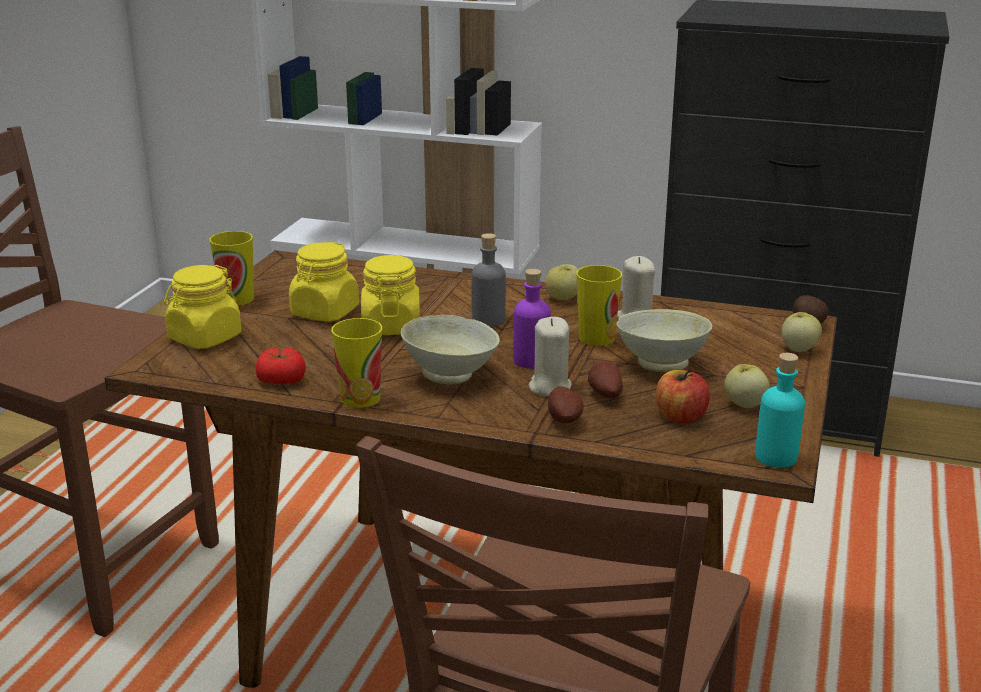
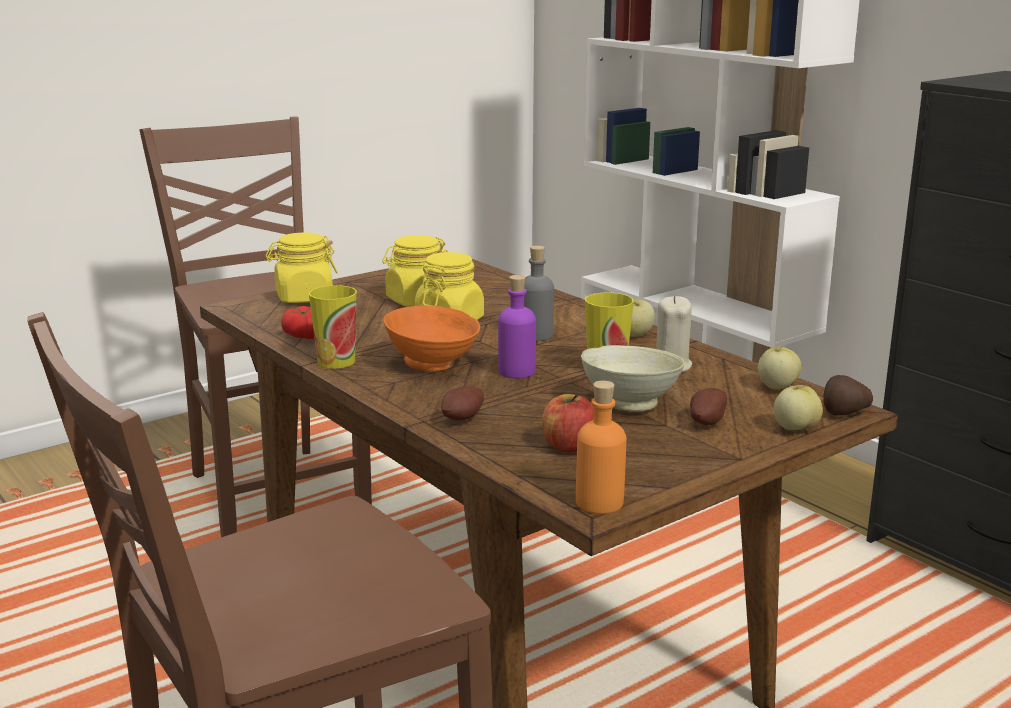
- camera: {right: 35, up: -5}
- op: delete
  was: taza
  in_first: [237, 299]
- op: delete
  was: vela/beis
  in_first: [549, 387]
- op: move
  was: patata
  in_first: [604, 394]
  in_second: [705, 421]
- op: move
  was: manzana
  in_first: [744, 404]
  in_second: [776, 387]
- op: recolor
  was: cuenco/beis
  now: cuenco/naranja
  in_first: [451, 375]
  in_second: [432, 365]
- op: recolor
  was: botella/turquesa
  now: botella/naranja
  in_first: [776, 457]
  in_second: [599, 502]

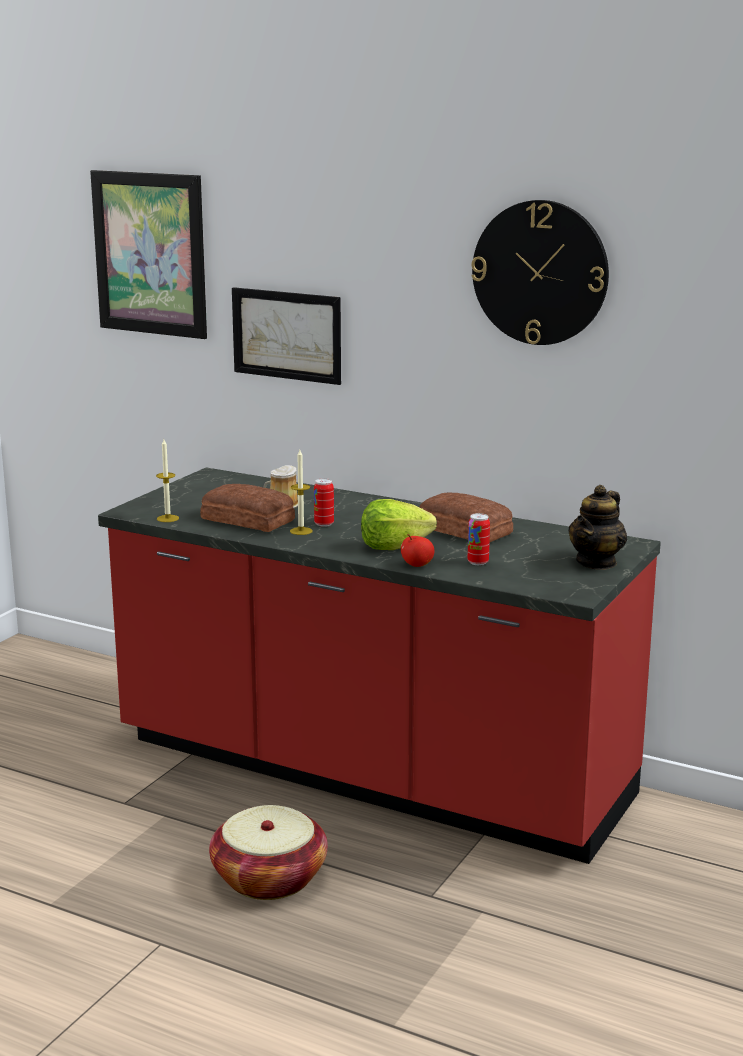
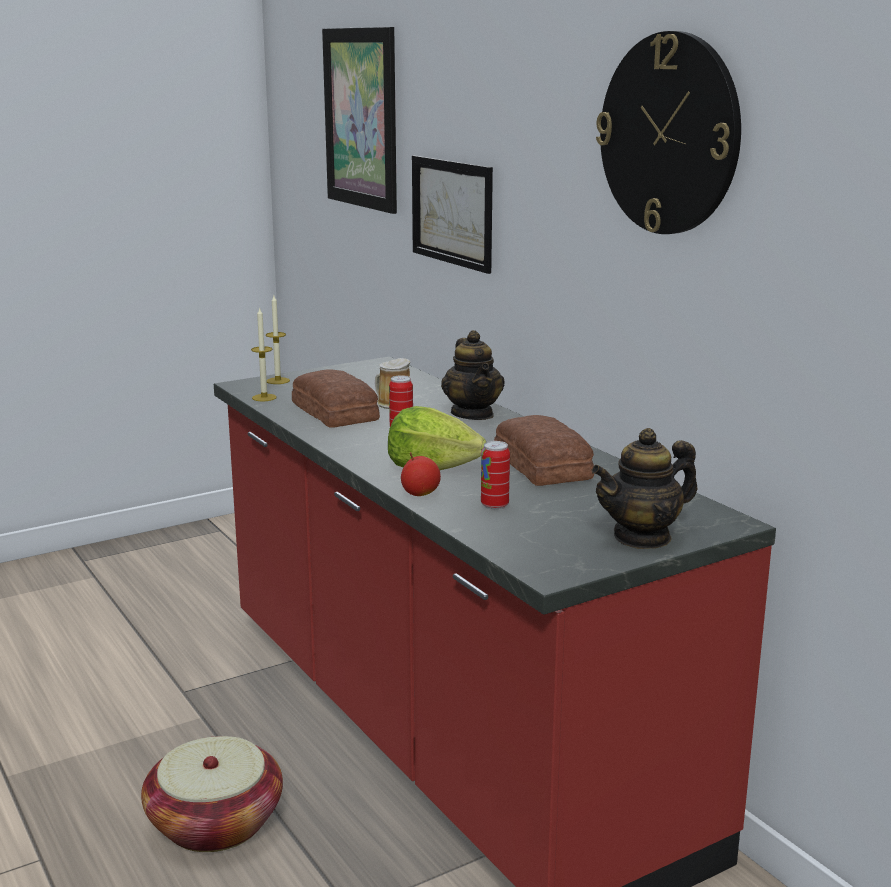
- camera: {right: 30, up: 0}
- op: insert
  now: tetera
  in_second: [473, 414]
- op: move
  was: vela
  in_first: [301, 531]
  in_second: [278, 381]

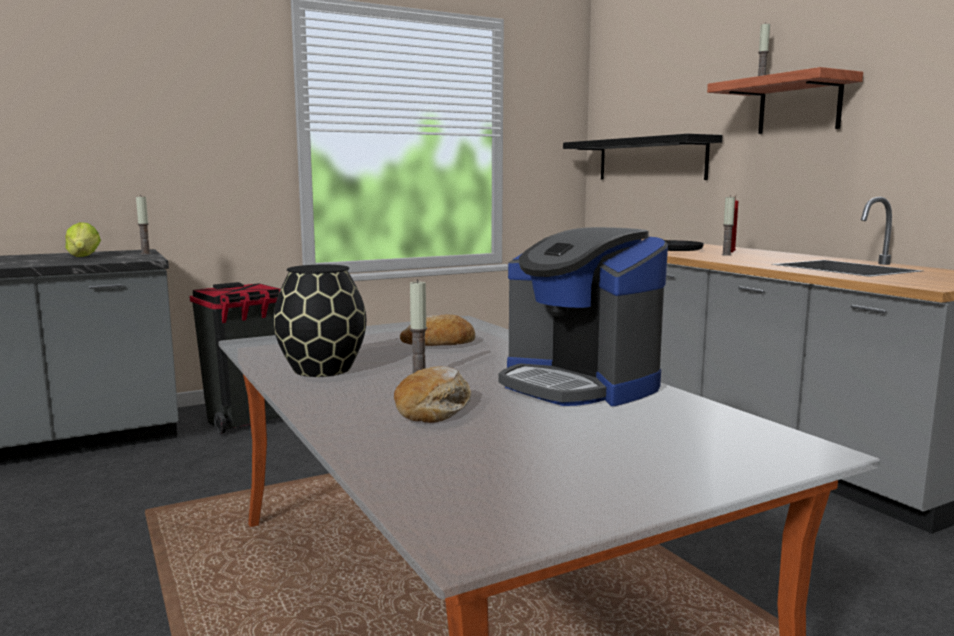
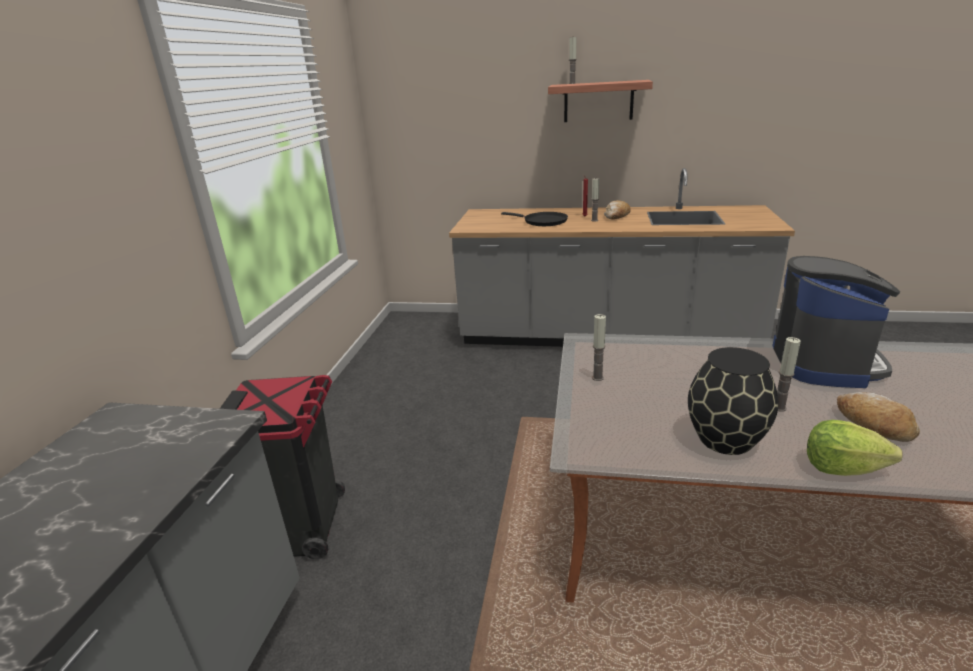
- camera: {right: -50, up: 15}
- op: delete
  was: estante/negro
  in_first: [650, 159]
- op: move
  was: lechuga
  in_first: [84, 257]
  in_second: [842, 468]
- op: move
  was: vela
  in_first: [145, 253]
  in_second: [597, 378]
- op: move
  was: pan
  in_first: [439, 344]
  in_second: [616, 216]
- op: rotate
  was: cafetera
  in_first: [579, 384]
  in_second: [824, 362]
  clockwise: -75

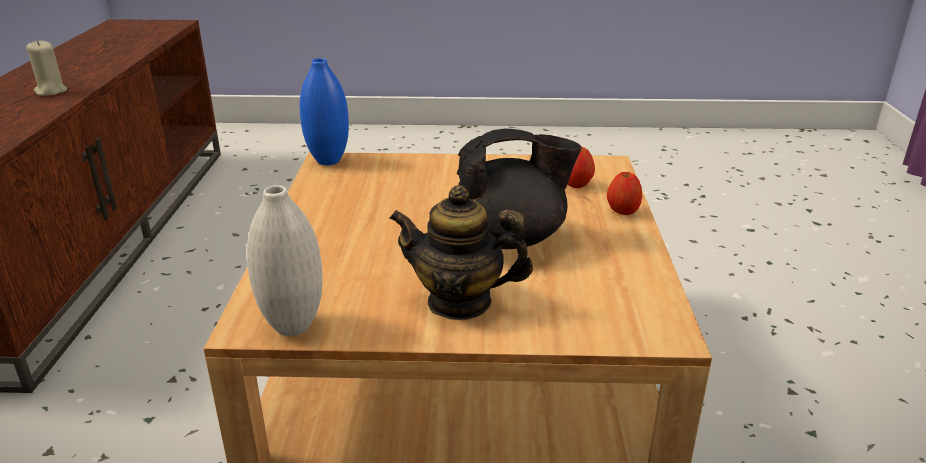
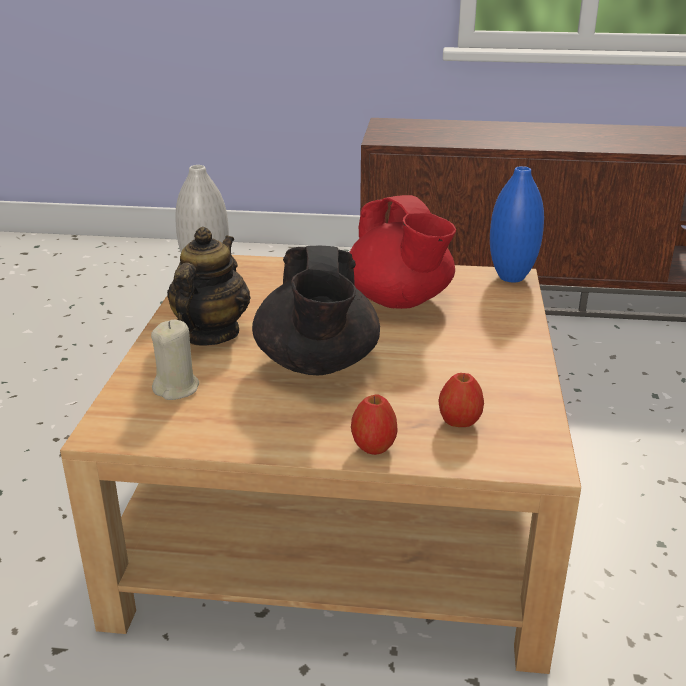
- camera: {right: 95, up: 0}
- op: insert
  now: tetera/rojo
  in_second: [399, 301]
- op: move
  was: vela/beis
  in_first: [51, 91]
  in_second: [177, 388]

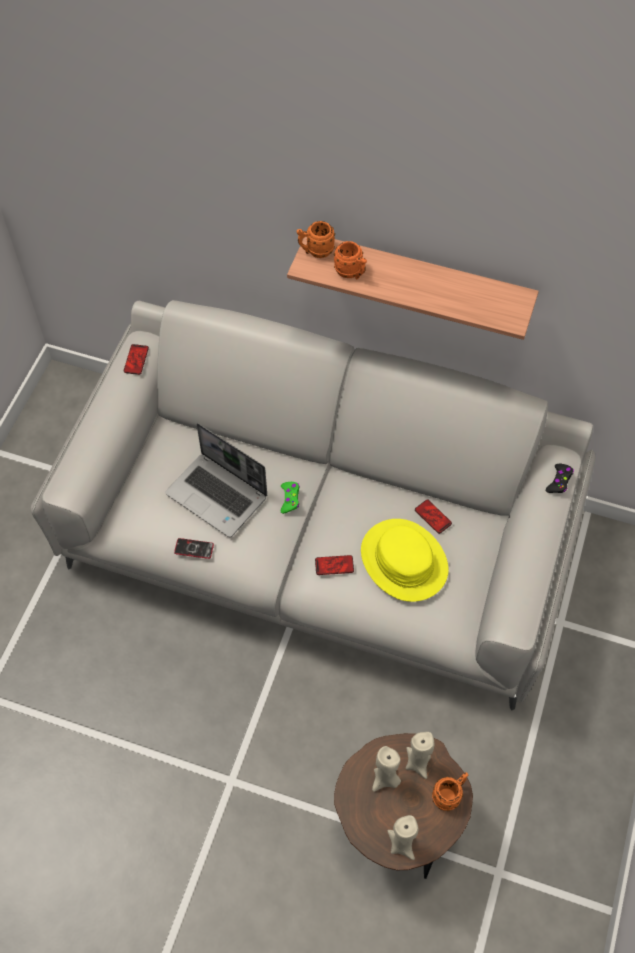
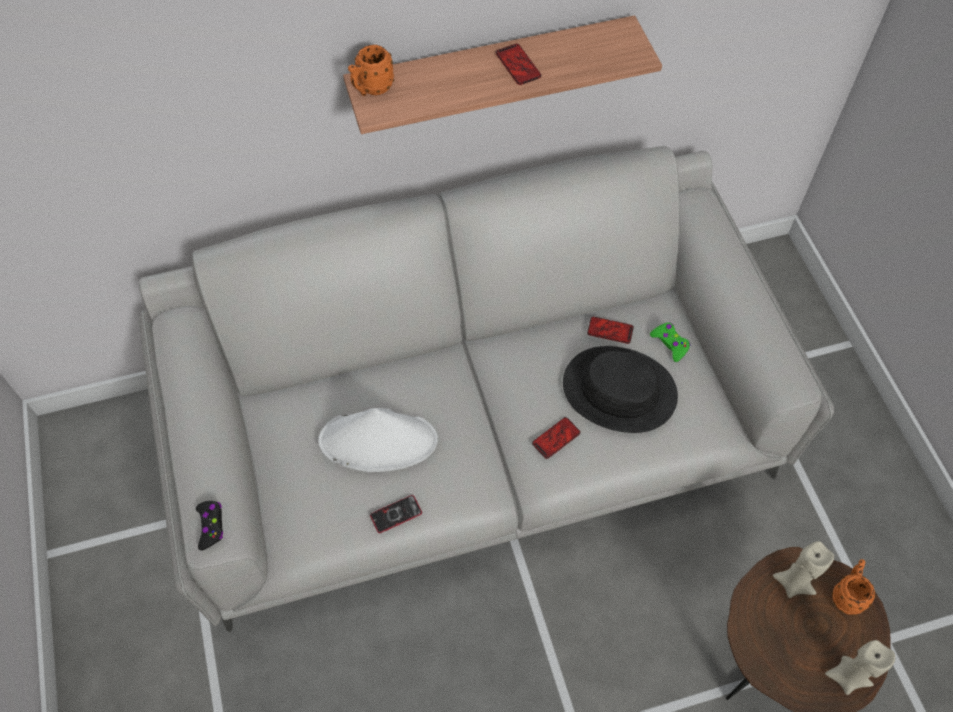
- camera: {right: -35, up: 0}
- op: delete
  was: taza grande/naranja
  in_first: [351, 273]
- op: delete
  was: vela/beis
  in_first: [385, 779]
- op: move
  was: móvil
  in_first: [136, 360]
  in_second: [518, 65]
- op: move
  was: mando de consola/verde
  in_first: [290, 499]
  in_second: [670, 343]
- op: move
  was: mando de consola/negro
  in_first: [559, 481]
  in_second: [211, 526]
- op: replace
  was: portátil
  now: sombrero/blanco
  in_first: [218, 495]
  in_second: [379, 441]
- op: recolor
  was: sombrero/amarillo
  now: sombrero/negro
  in_first: [403, 561]
  in_second: [619, 391]

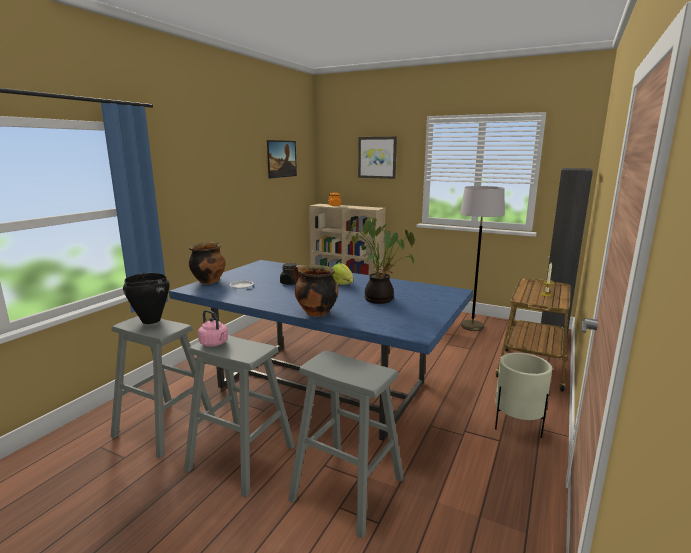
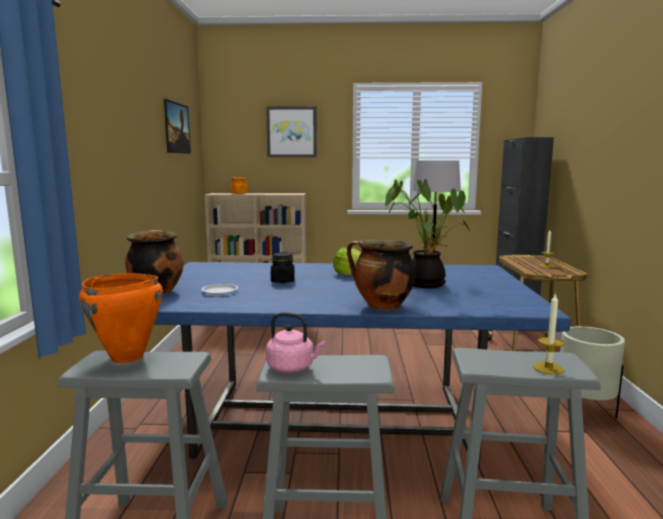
- camera: {right: -25, up: -5}
- op: insert
  now: vela
  in_second: [548, 368]
- op: recolor
  was: olla/negro
  now: olla/naranja
  in_first: [151, 321]
  in_second: [127, 357]

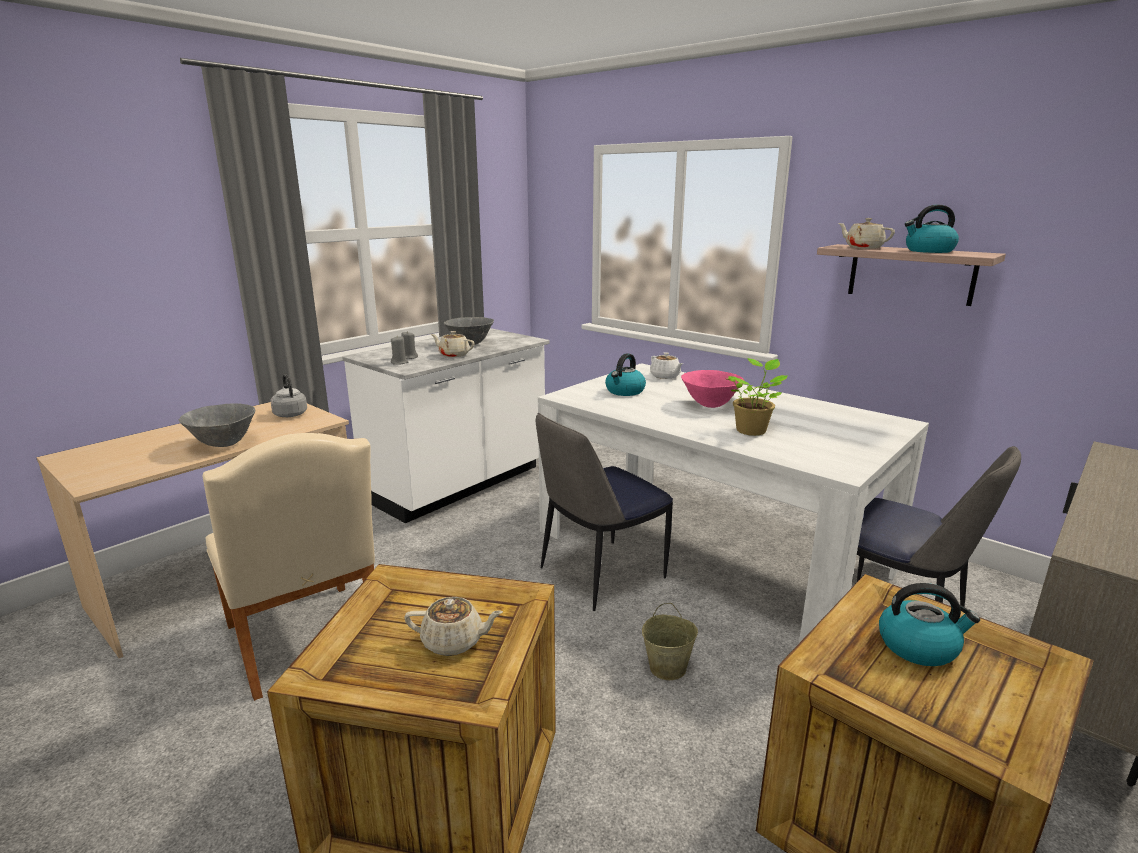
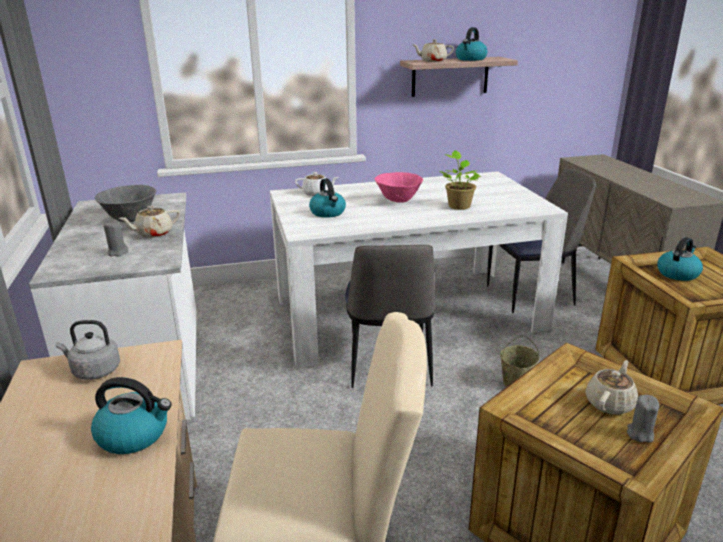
- camera: {right: -55, up: 5}
- op: move
  was: vela/gris
  in_first: [399, 363]
  in_second: [639, 434]
- op: replace
  was: cuenco/gris
  now: hervidor
  in_first: [224, 444]
  in_second: [134, 434]

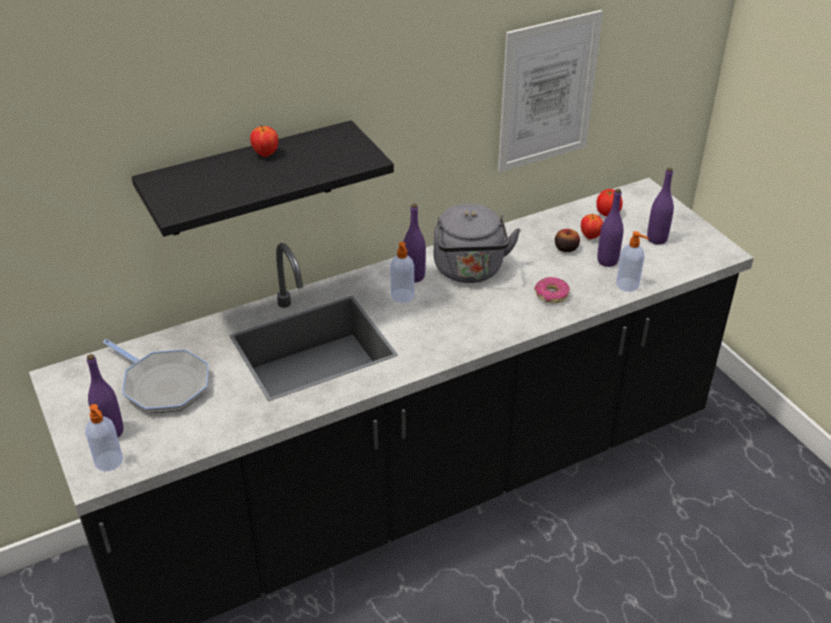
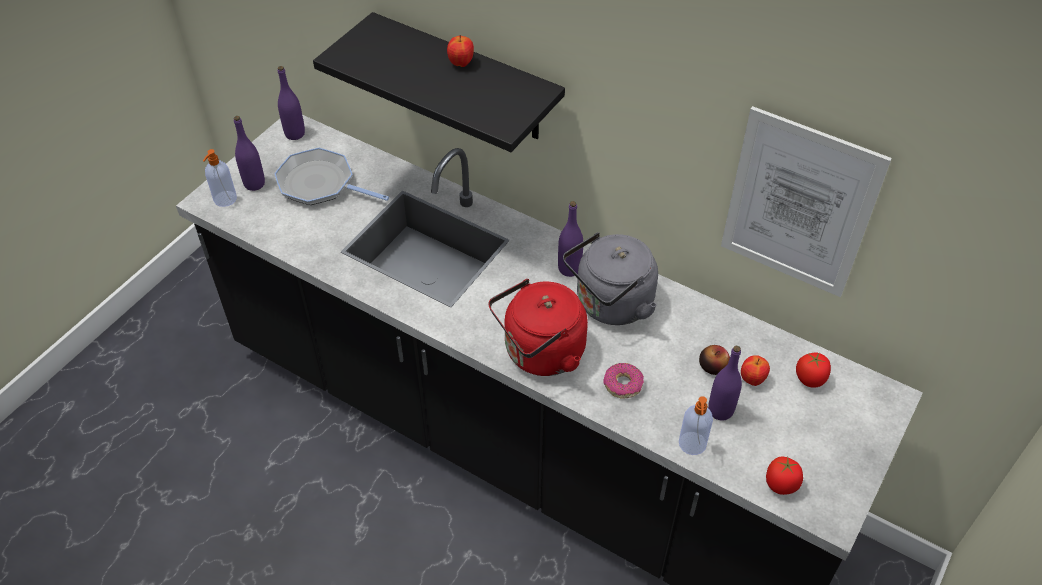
- camera: {right: 60, up: 10}
- op: delete
  was: dispensador de jabón
  in_first: [403, 296]
- op: insert
  now: hervidor/rojo
  in_second: [540, 354]
- op: insert
  now: tomate
  in_second: [781, 484]
- op: move
  was: botella/morado
  in_first: [656, 239]
  in_second: [295, 134]
- op: rotate
  was: sartén
  in_first: [163, 385]
  in_second: [320, 184]
  clockwise: 105

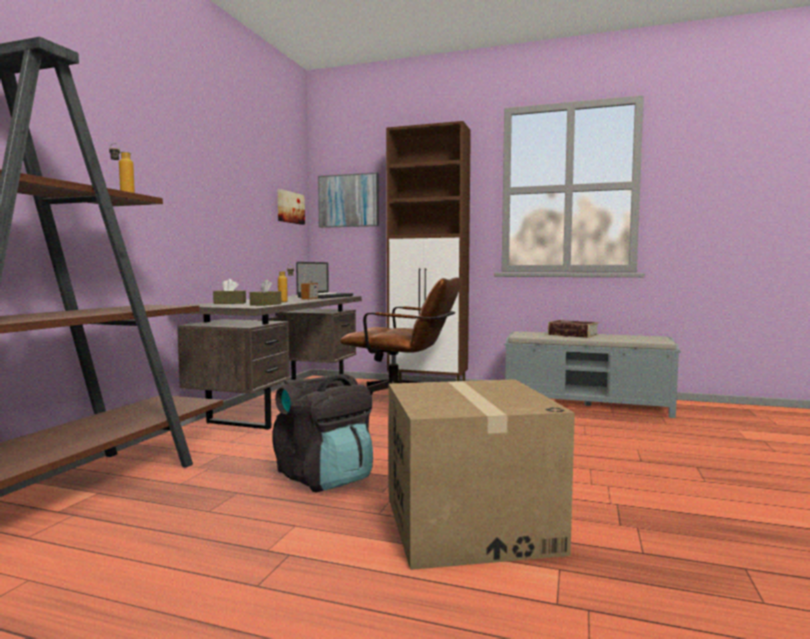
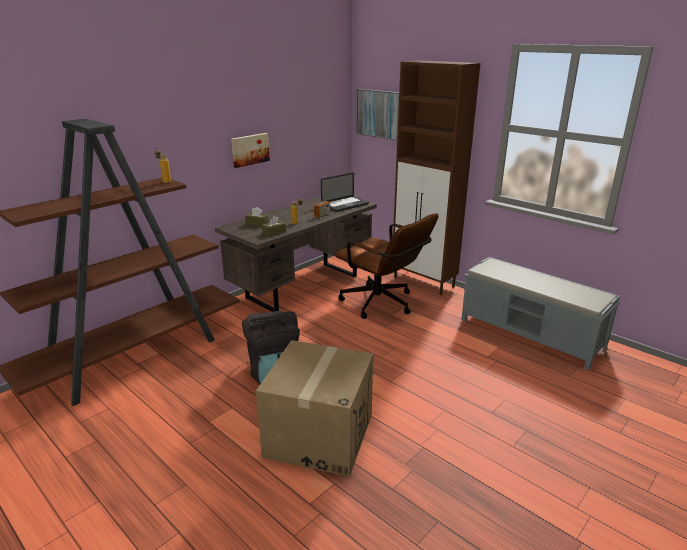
- camera: {right: 25, up: 20}
- op: delete
  was: libro
  in_first: [572, 335]
- op: move
  was: cuadro
  in_first: [289, 207]
  in_second: [249, 149]

